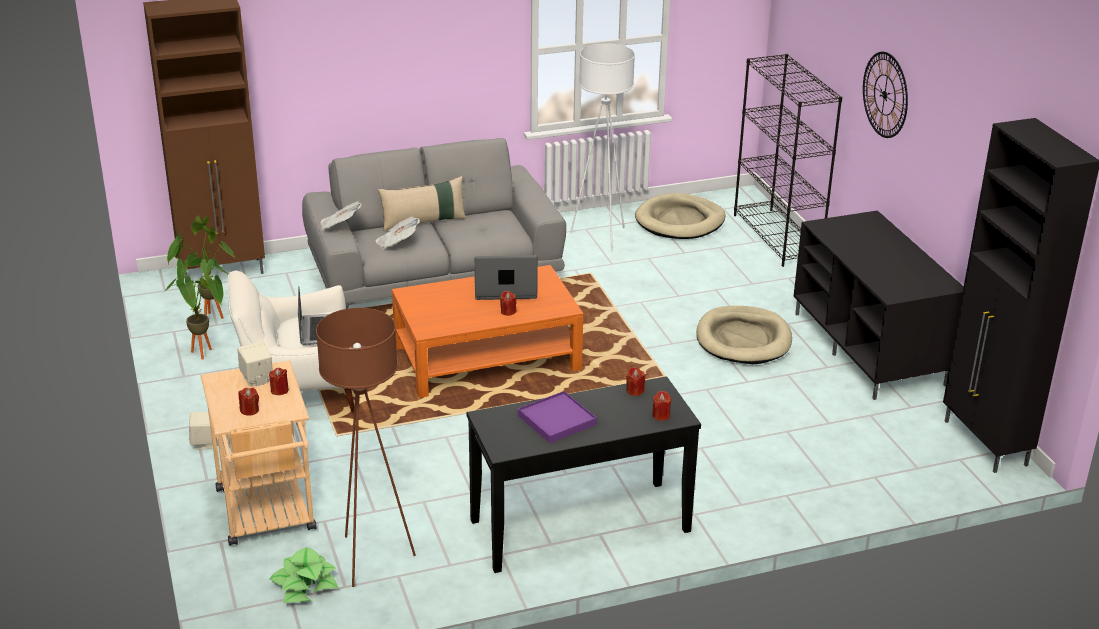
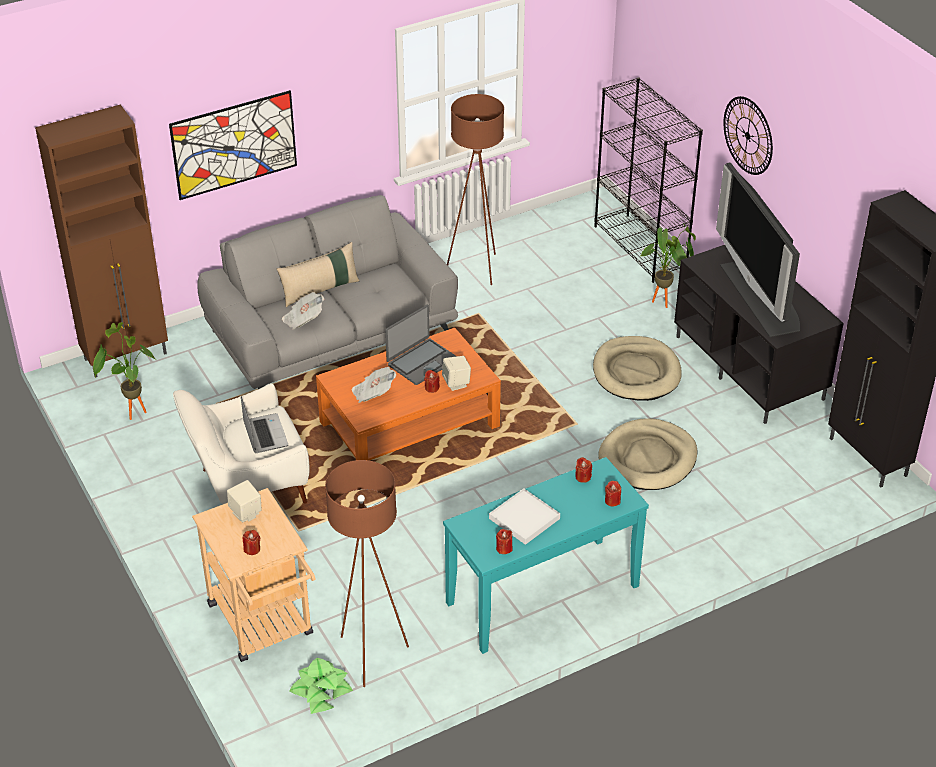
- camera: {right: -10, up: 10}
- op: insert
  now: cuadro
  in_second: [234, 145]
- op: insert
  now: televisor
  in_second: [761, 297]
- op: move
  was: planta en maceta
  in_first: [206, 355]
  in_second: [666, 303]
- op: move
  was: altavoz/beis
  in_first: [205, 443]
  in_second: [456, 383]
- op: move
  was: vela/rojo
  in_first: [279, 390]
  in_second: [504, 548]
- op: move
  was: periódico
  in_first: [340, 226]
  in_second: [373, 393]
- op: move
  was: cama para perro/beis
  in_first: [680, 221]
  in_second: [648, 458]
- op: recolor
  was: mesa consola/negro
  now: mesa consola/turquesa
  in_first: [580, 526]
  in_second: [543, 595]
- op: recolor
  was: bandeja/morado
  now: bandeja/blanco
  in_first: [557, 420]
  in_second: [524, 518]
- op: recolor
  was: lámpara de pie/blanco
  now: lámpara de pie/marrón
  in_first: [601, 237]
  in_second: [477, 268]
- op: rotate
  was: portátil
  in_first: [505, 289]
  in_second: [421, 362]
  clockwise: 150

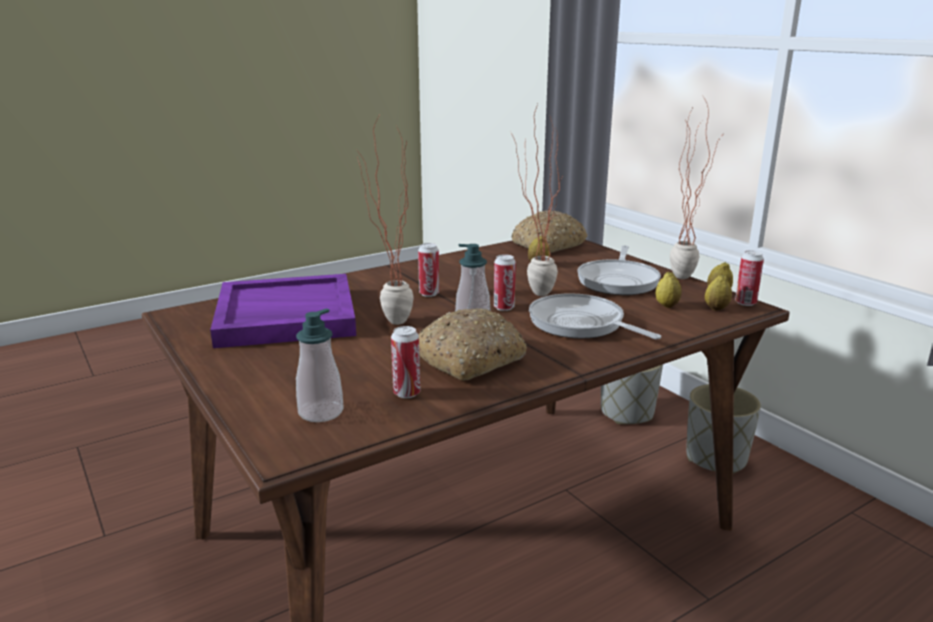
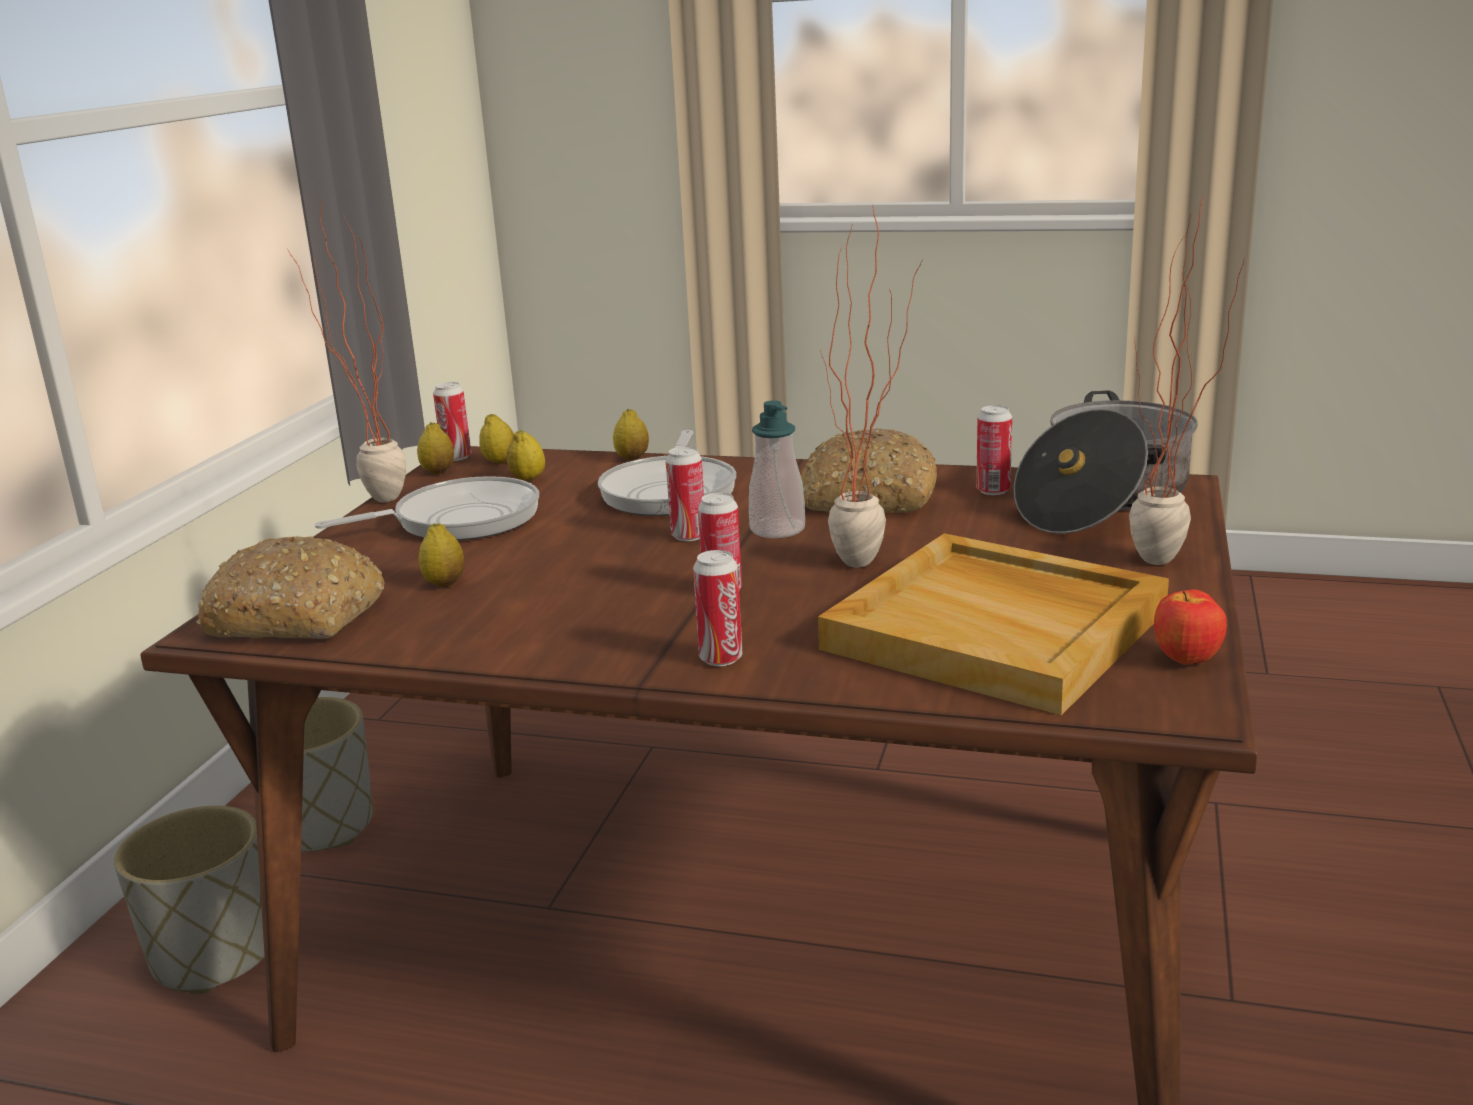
- camera: {right: -130, up: 0}
- op: insert
  now: limón
  in_second: [632, 458]
- op: insert
  now: lata
  in_second: [720, 659]
- op: insert
  now: manzana
  in_second: [1186, 661]
- op: move
  was: planta en maceta
  in_first: [532, 292]
  in_second: [1167, 567]
- op: replace
  was: dispensador de jabón
  now: olla
  in_first: [320, 412]
  in_second: [1103, 501]
- op: recolor
  was: bandeja/morado
  now: bandeja/beis
  in_first: [285, 316]
  in_second: [999, 629]

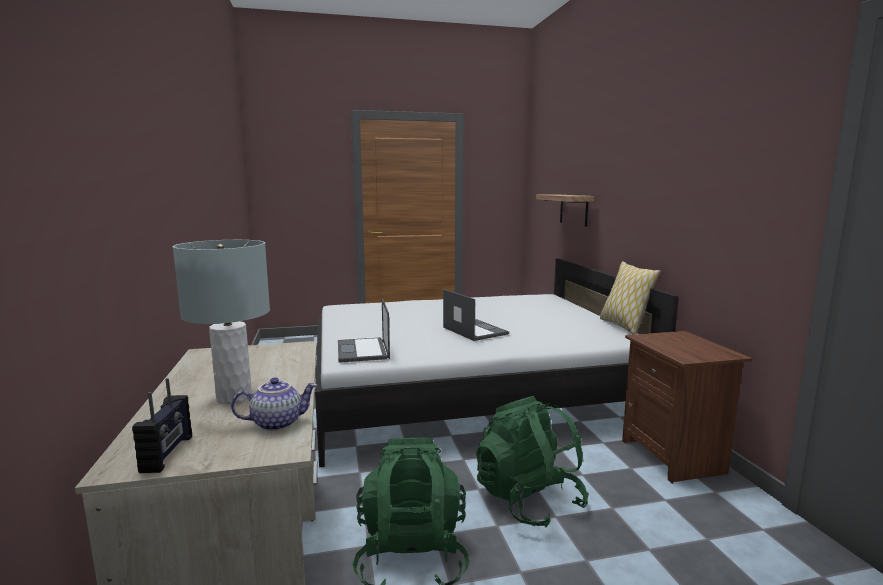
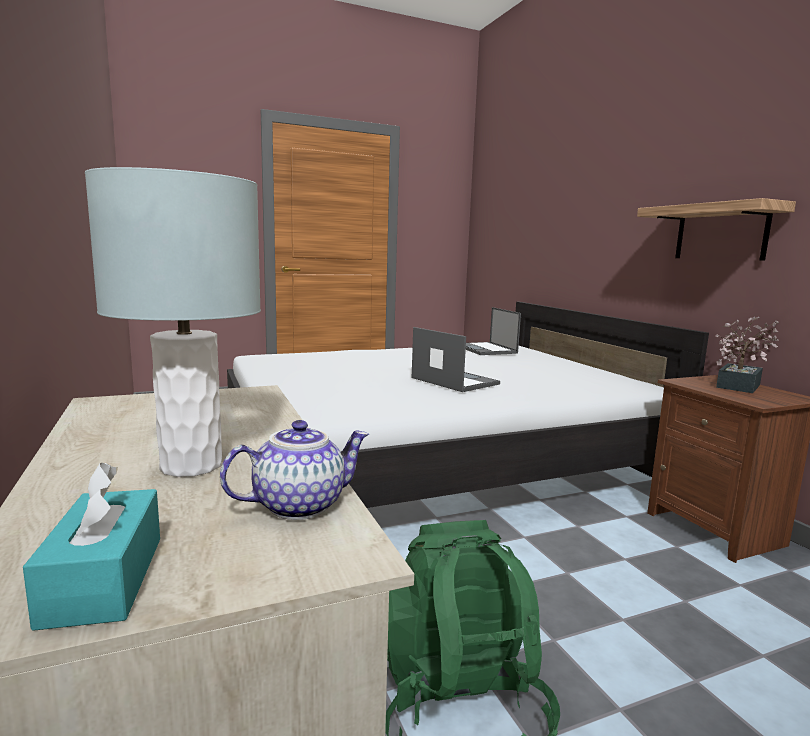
- camera: {right: -10, up: 0}
- op: delete
  was: mochila/verde
  in_first: [528, 500]
- op: delete
  was: cojín
  in_first: [624, 326]
- op: insert
  now: planta en maceta
  in_second: [740, 385]
- op: move
  was: portátil
  in_first: [363, 350]
  in_second: [486, 349]
- op: move
  was: estante
  in_first: [573, 209]
  in_second: [720, 233]
- op: replace
  was: radio
  now: caja de pañuelos/turquesa
  in_first: [168, 453]
  in_second: [104, 579]

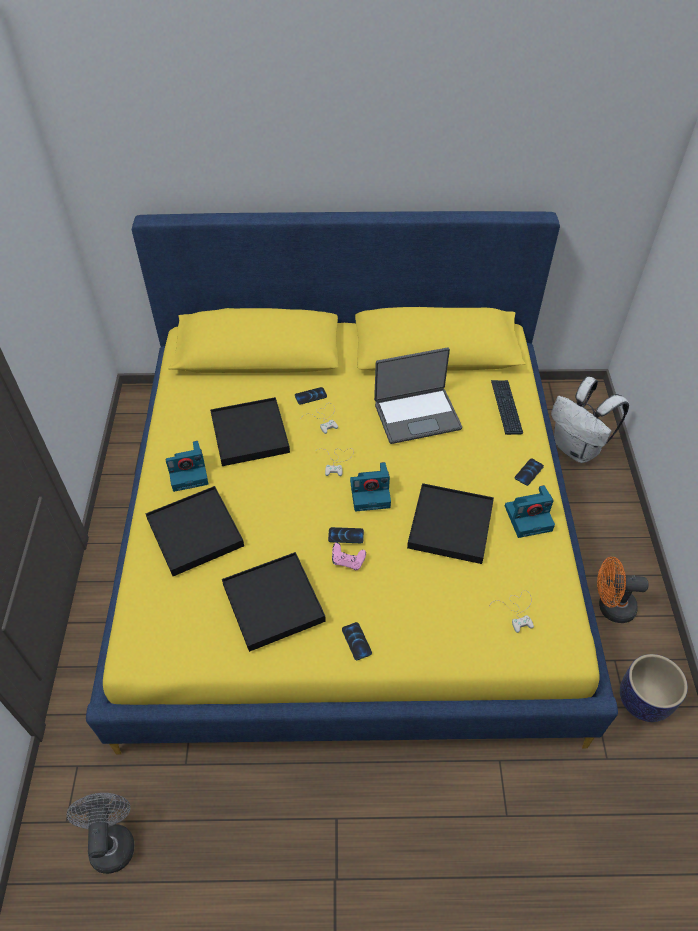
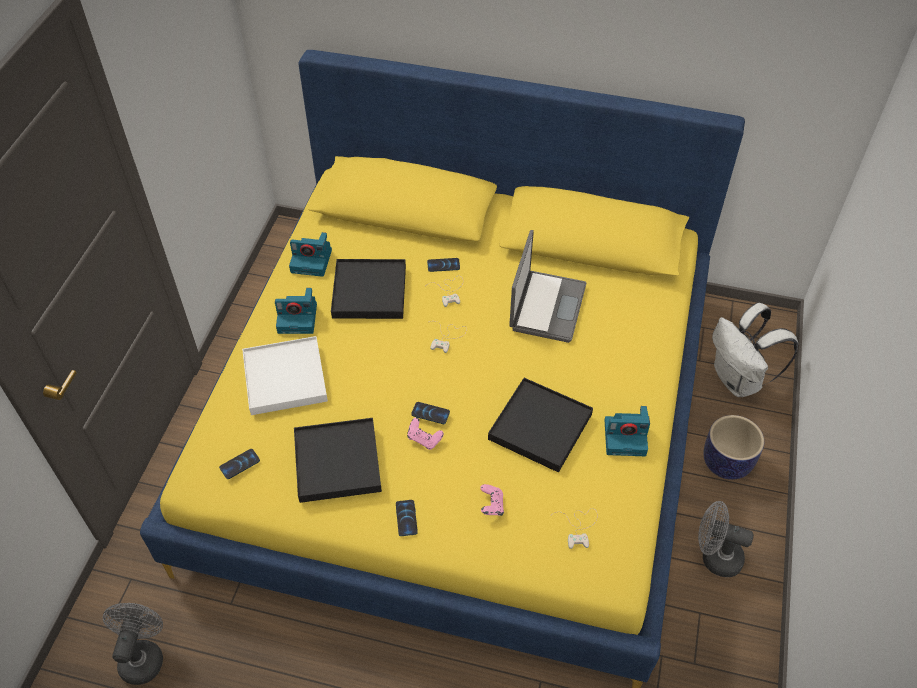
- camera: {right: 15, up: 0}
- op: delete
  was: teclado
  in_first: [506, 407]
- op: insert
  now: mando de consola/rosa
  in_second: [491, 505]
- op: move
  was: cámara
  in_first: [371, 493]
  in_second: [312, 261]
- op: move
  was: móvil
  in_first: [529, 472]
  in_second: [240, 464]
- op: move
  was: maceta
  in_first: [643, 701]
  in_second: [726, 463]
- op: recolor
  was: bandeja/negro
  now: bandeja/blanco
  in_first: [195, 532]
  in_second: [285, 378]
- op: recolor
  was: ventilador/naranja
  now: ventilador/gris
  in_first: [610, 607]
  in_second: [715, 556]
- op: rotate
  was: portátil
  in_first: [417, 415]
  in_second: [546, 307]
  clockwise: -75

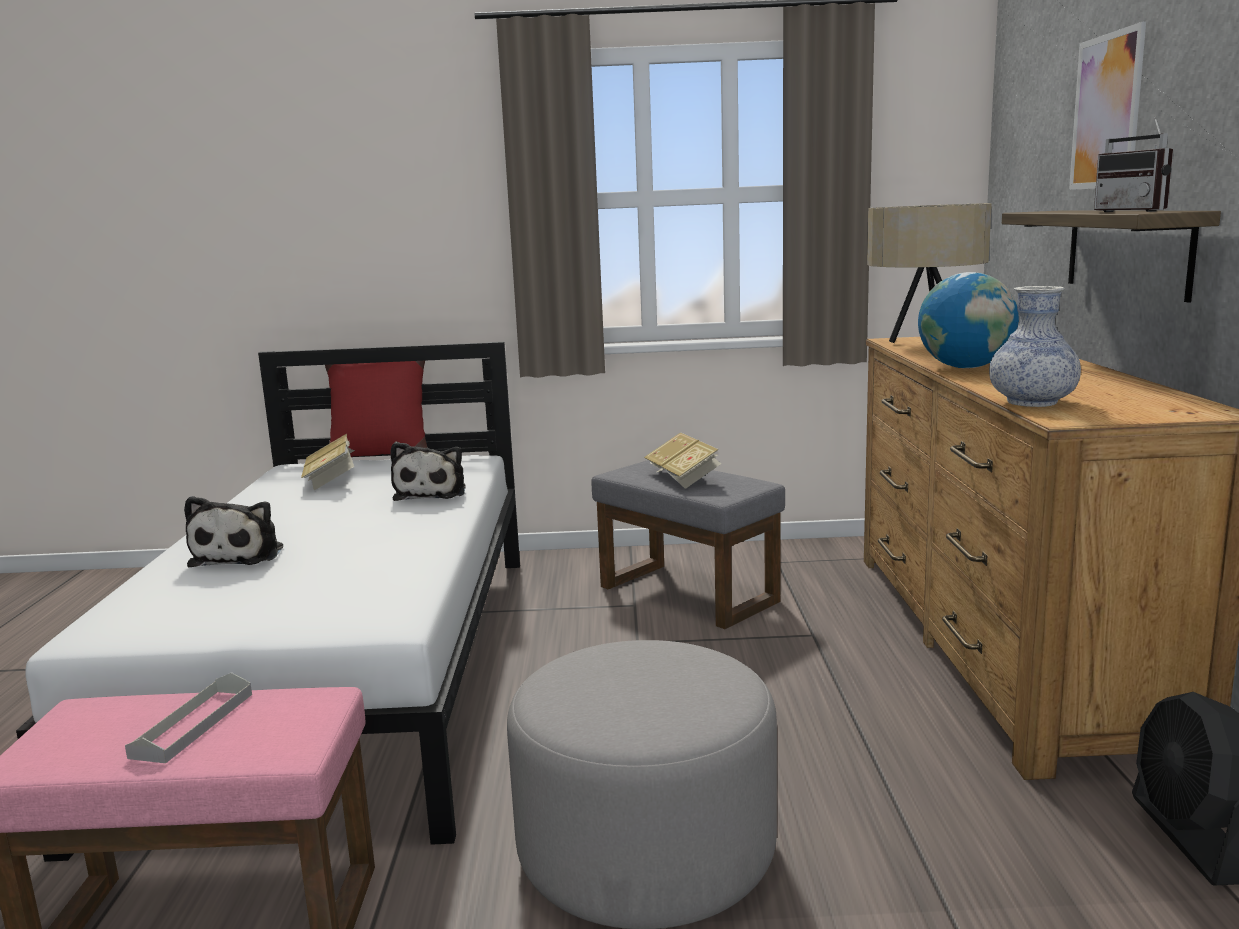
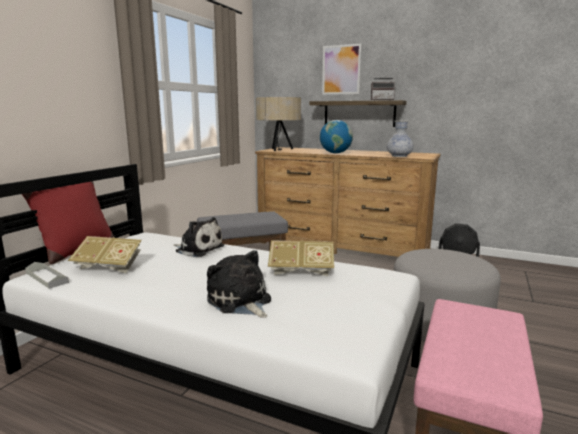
- camera: {right: -65, up: 0}
- op: move
  was: bandeja/gris
  in_first: [193, 724]
  in_second: [47, 278]
- op: move
  was: libro
  in_first: [683, 478]
  in_second: [301, 271]
- op: rotate
  was: peluche
  in_first: [241, 555]
  in_second: [240, 301]
  clockwise: -150

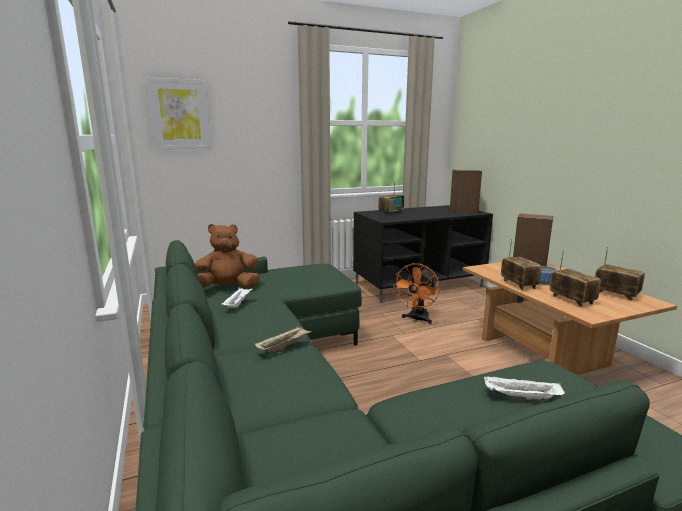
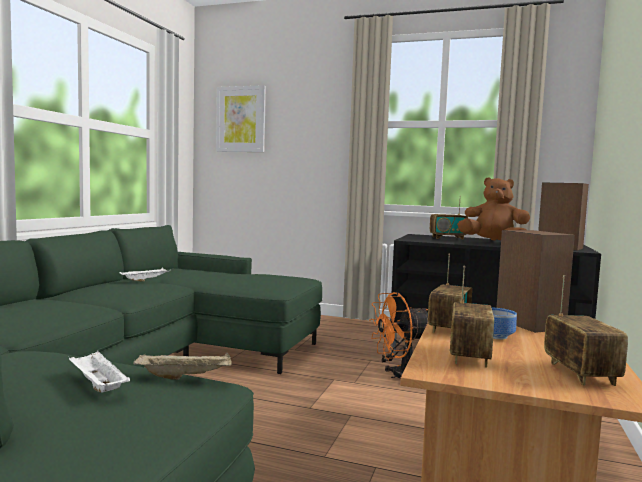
- camera: {right: 40, up: -10}
- op: move
  was: peluche/marrón
  in_first: [227, 288]
  in_second: [493, 242]
- op: move
  was: bandeja/beis
  in_first: [284, 347]
  in_second: [186, 377]

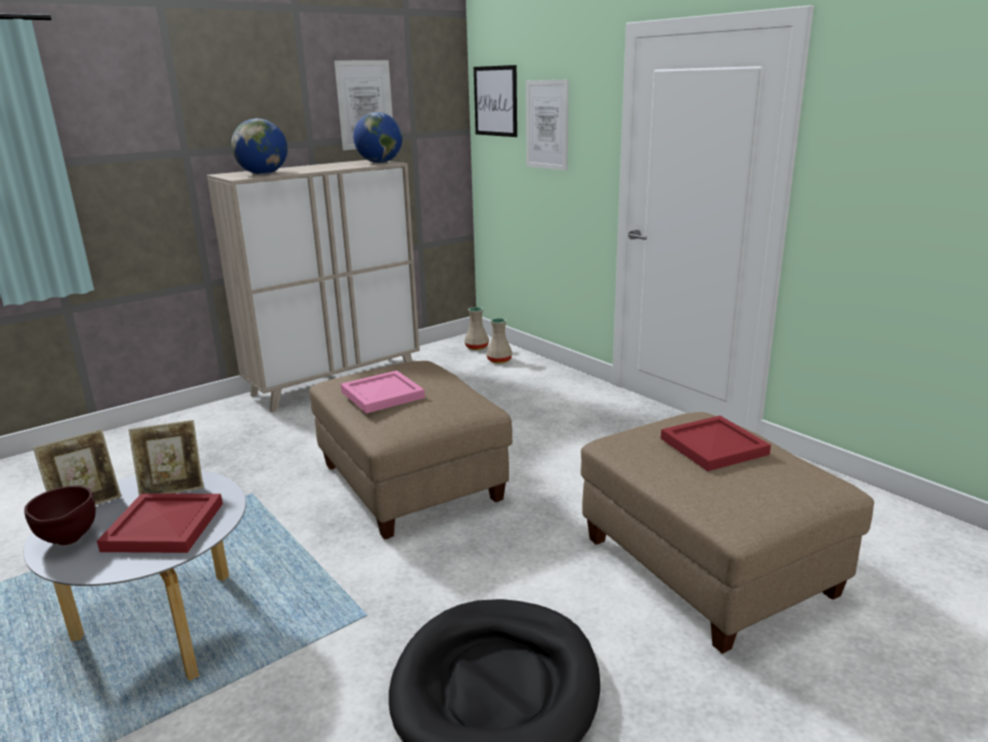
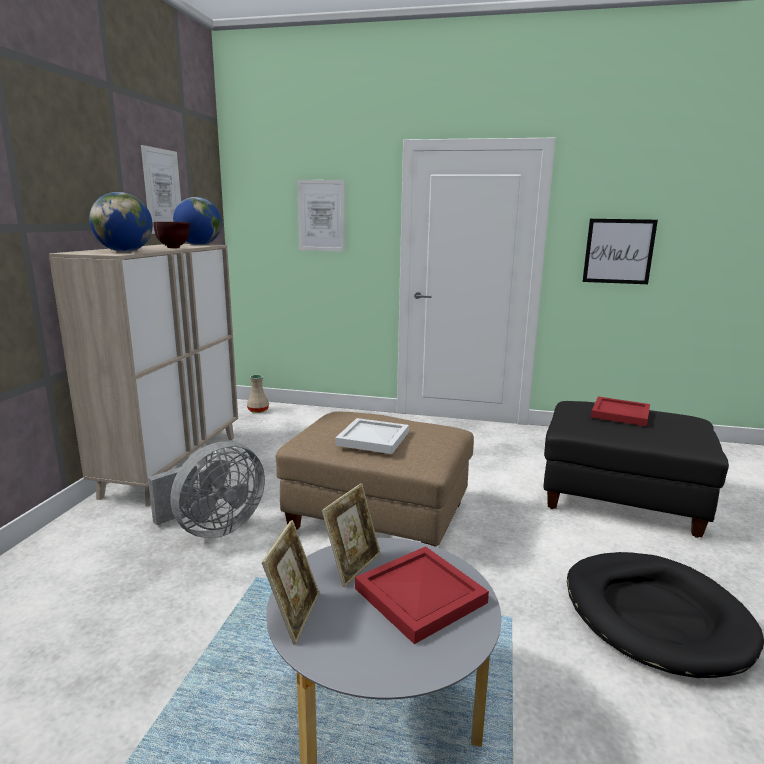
- camera: {right: -40, up: -5}
- op: delete
  was: florero/beis
  in_first: [500, 360]
- op: insert
  now: ventilador/gris
  in_second: [213, 529]
- op: move
  was: cuenco/marrón
  in_first: [68, 541]
  in_second: [174, 248]
- op: move
  was: cuadro
  in_first: [495, 101]
  in_second: [618, 251]
- op: recolor
  was: bandeja/rosa
  now: bandeja/blanco
  in_first: [384, 395]
  in_second: [374, 438]
- op: recolor
  was: puf/beis
  now: puf/negro
  in_first: [708, 568]
  in_second: [621, 498]

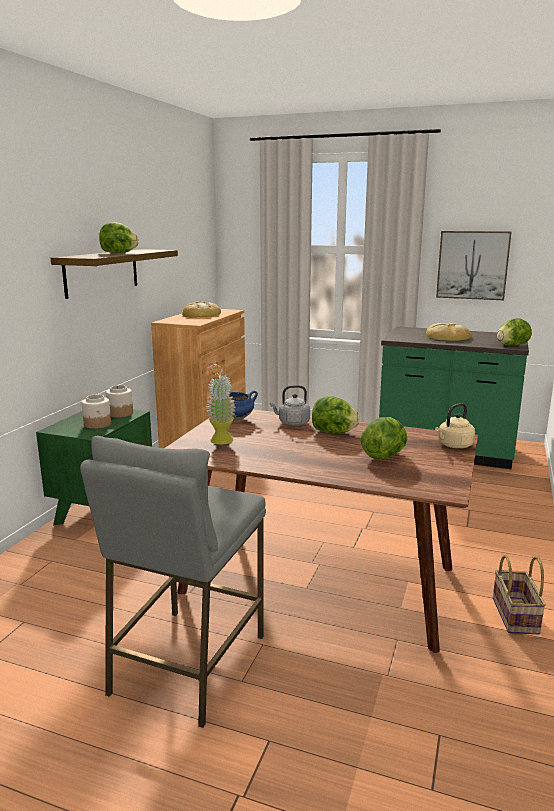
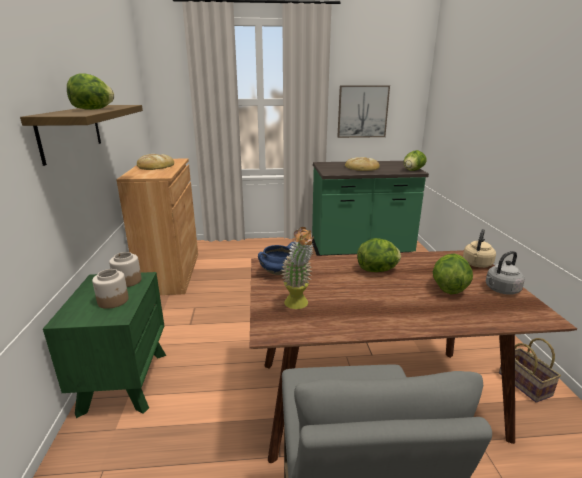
- camera: {right: -25, up: 5}
- op: move
  was: hervidor/gris
  in_first: [292, 423]
  in_second: [500, 290]

